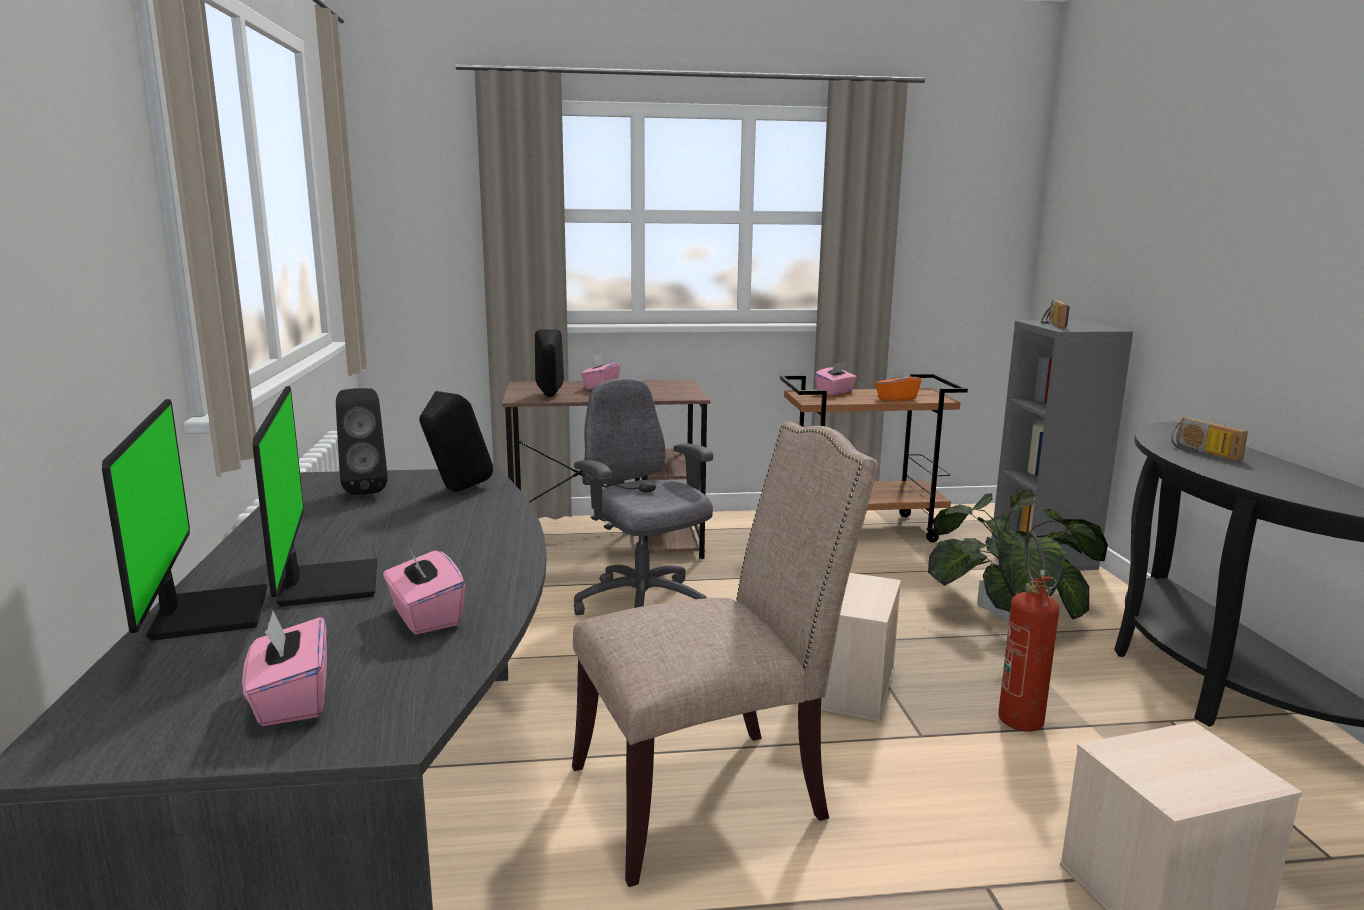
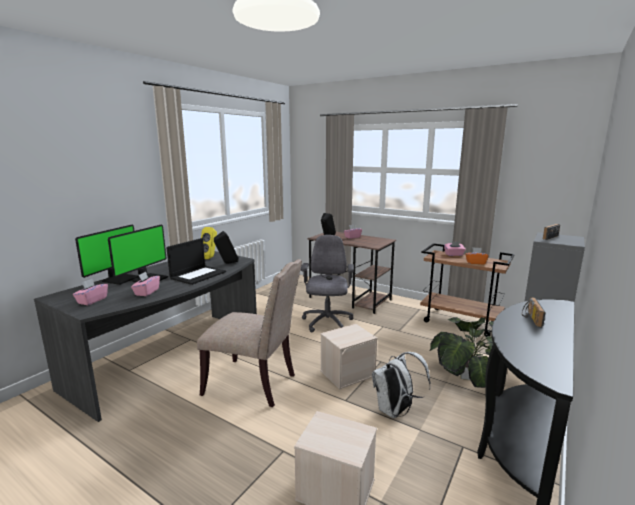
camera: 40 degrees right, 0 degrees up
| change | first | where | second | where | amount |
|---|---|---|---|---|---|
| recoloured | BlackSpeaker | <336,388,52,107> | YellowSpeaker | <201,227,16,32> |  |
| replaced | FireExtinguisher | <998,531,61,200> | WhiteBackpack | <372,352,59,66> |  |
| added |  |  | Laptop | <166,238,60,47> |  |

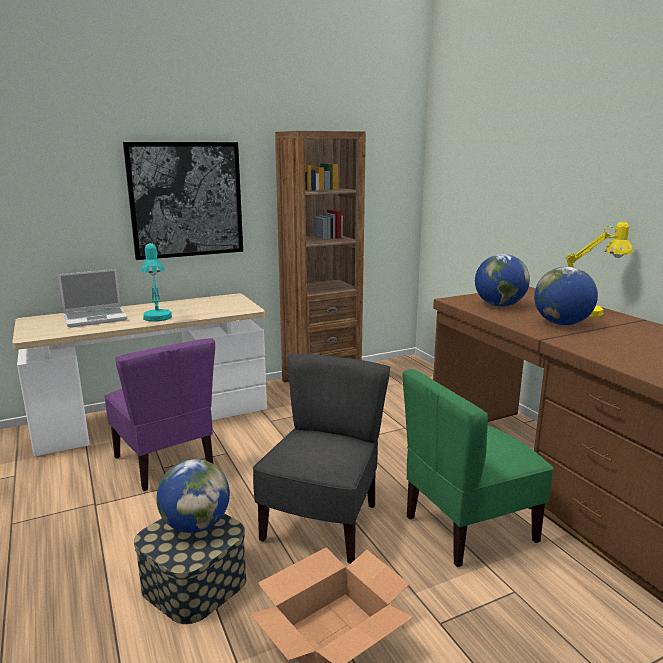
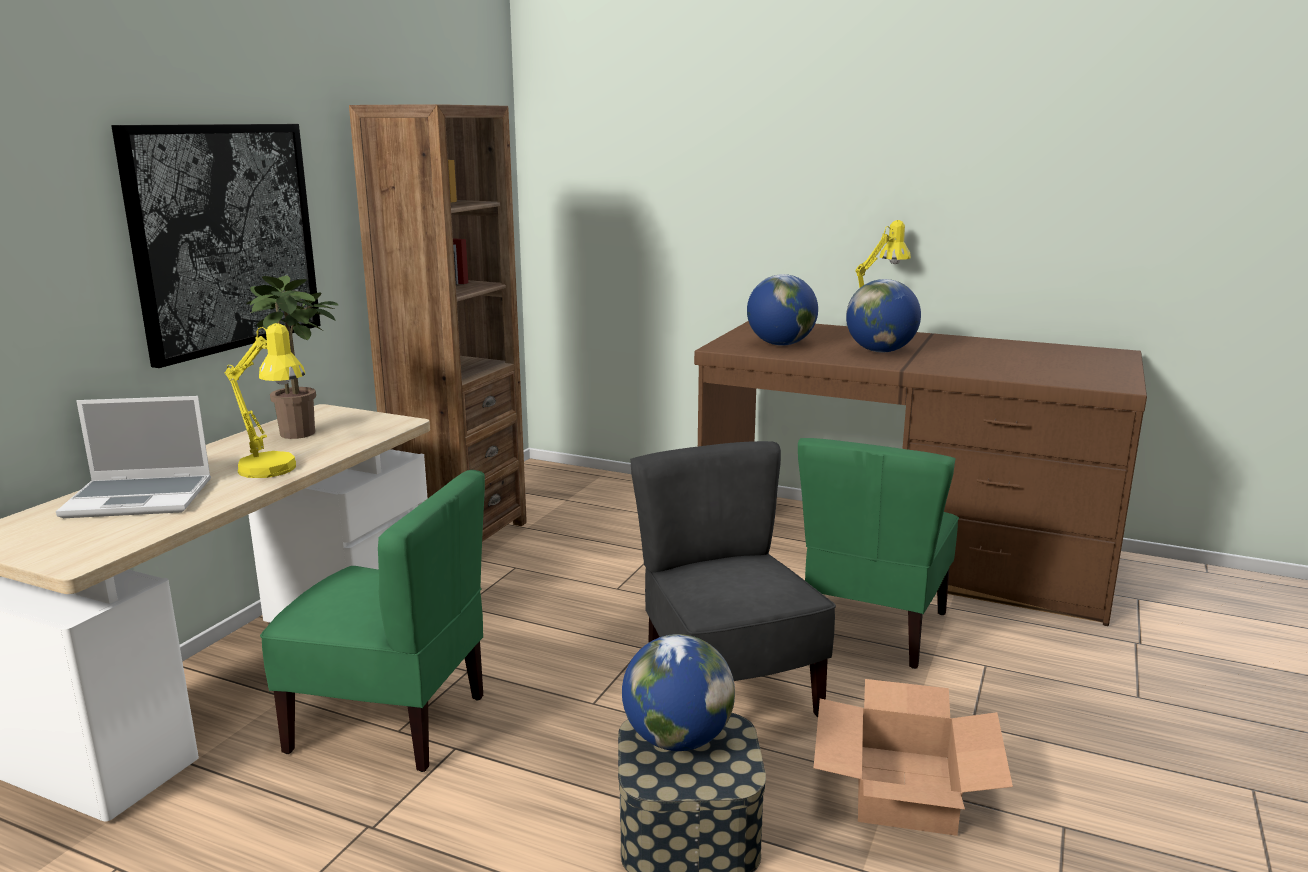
camera: 40 degrees left, 0 degrees up
| change | first | where | second | where | amount |
|---|---|---|---|---|---|
| recoloured | TurquoiseTableLamp | <141,243,31,79> | YellowTableLamp | <225,323,80,155> |  |
| turned | Laptop | <58,269,69,59> |  | <56,396,155,122> | 60 degrees clockwise |
| recoloured | PurpleChair | <104,338,111,153> | GreenChair | <260,470,225,302> |  |
| added |  |  | PottedPlant | <247,275,91,164> |  |

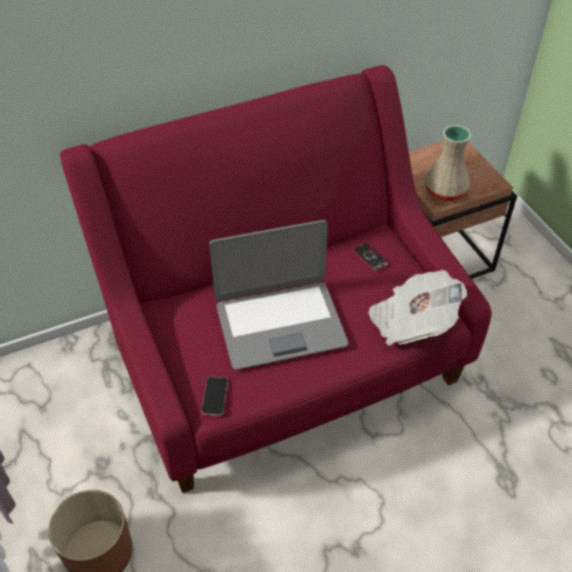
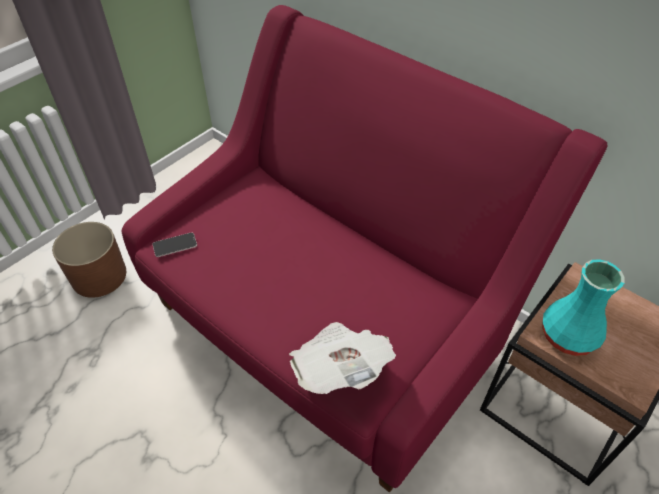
camera: 65 degrees right, 0 degrees up
| change | first | where | second | where | amount |
|---|---|---|---|---|---|
| recoloured | BeigeVase | <425,125,46,76> | TurquoiseVase | <542,259,83,97> |  |
| removed | Laptop | <209,220,139,150> |  |  |  |
| removed | Phone | <352,243,37,29> |  |  |  |

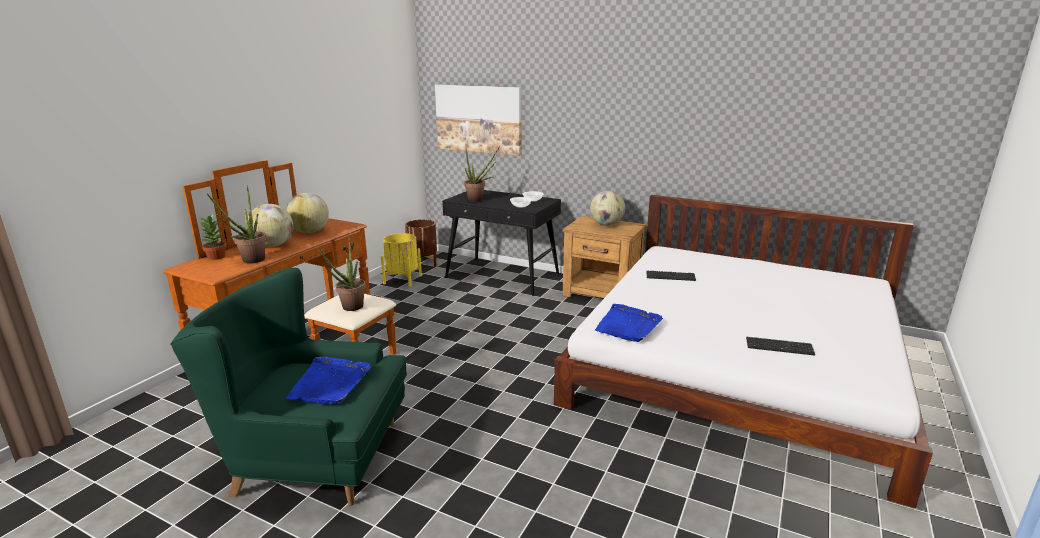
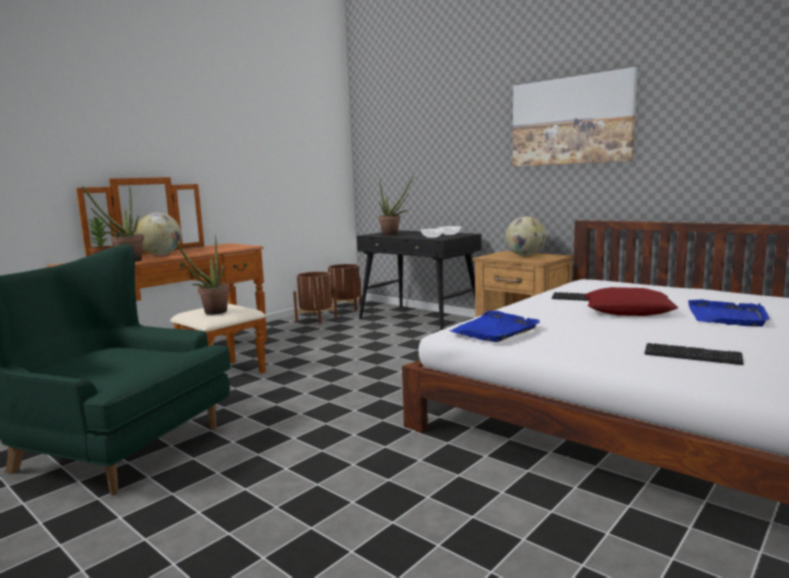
camera: 15 degrees right, 10 degrees down
| change | first | where | second | where | amount |
|---|---|---|---|---|---|
| moved | Picture | <435,84,87,72> |  | <513,67,125,100> |  |
| removed | Globe | <286,193,43,40> |  |  |  |
| recoloured | YellowPlanter | <381,233,41,54> | BrownPlanter | <293,272,44,52> |  |
| moved | BlueTray | <286,357,85,48> |  | <688,299,82,27> |  |
| added |  |  | RedPillow | <584,287,94,29> |  |

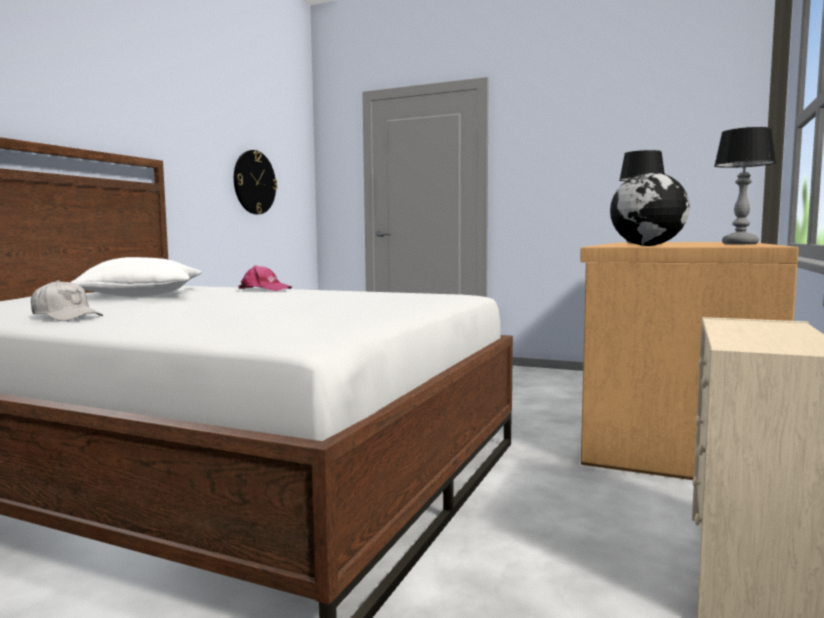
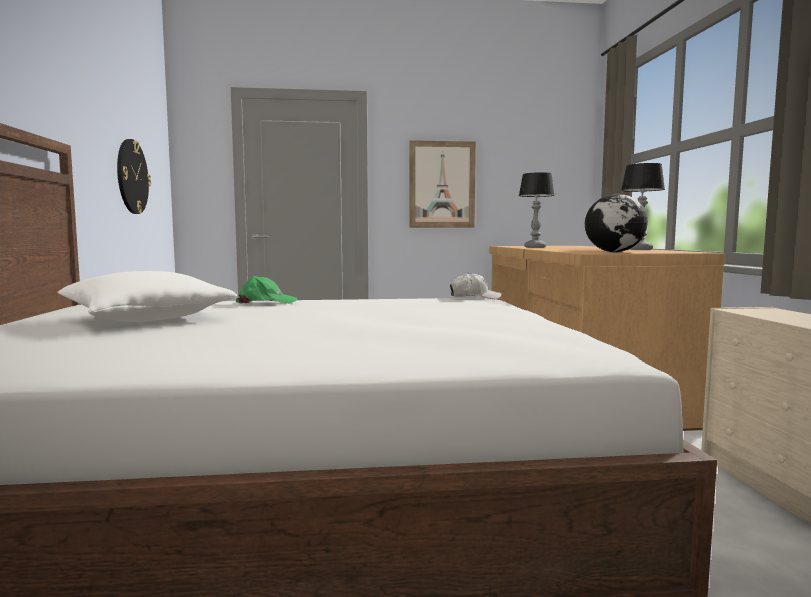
camera: 30 degrees left, 0 degrees up
| change | first | where | second | where | amount |
|---|---|---|---|---|---|
| recoloured | PinkCap | <238,265,54,26> | GreenCap | <236,276,62,28> |  |
| moved | WhiteCap | <31,280,72,41> |  | <450,272,51,27> |  |
| added |  |  | Picture | <409,140,67,88> |  |

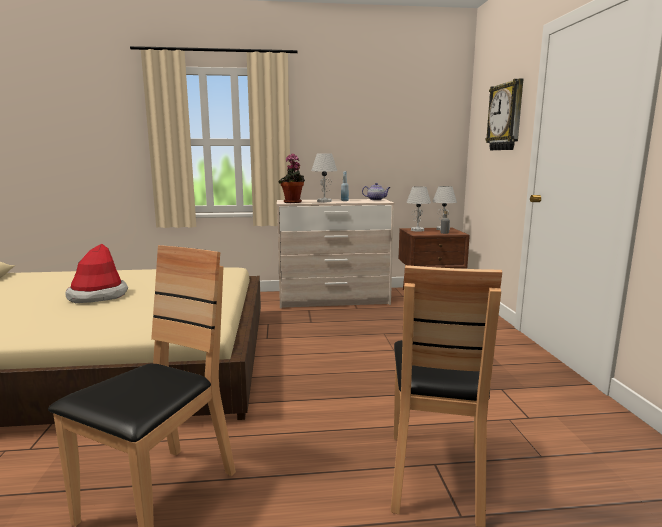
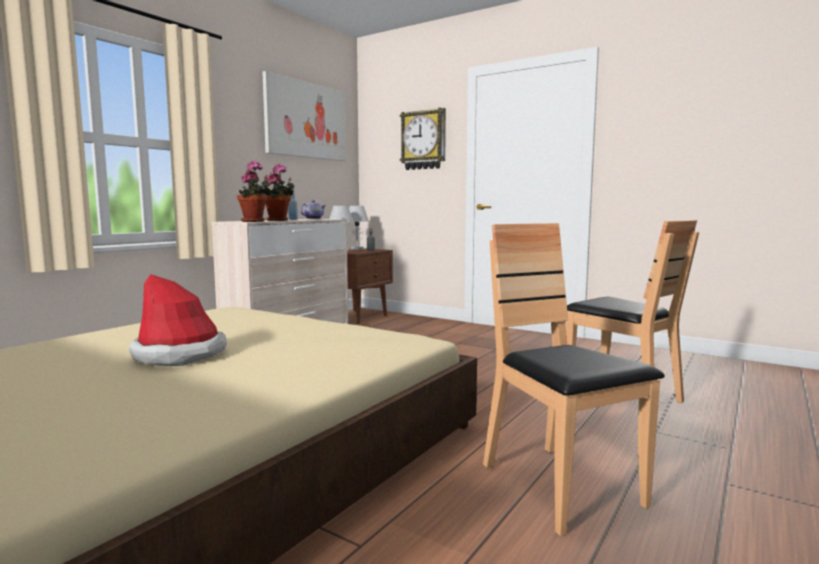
camera: 50 degrees left, 5 degrees down
| change | first | where | second | where | amount |
|---|---|---|---|---|---|
| replaced | WhiteTableLamp | <311,154,26,48> | PottedPlant | <265,164,30,57> |  |
| added |  |  | Picture | <262,71,84,90> |  |

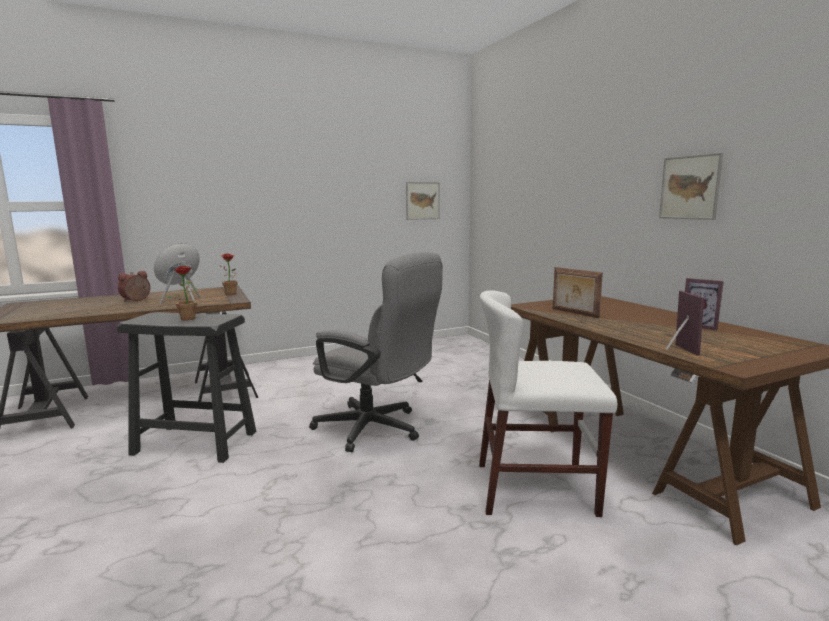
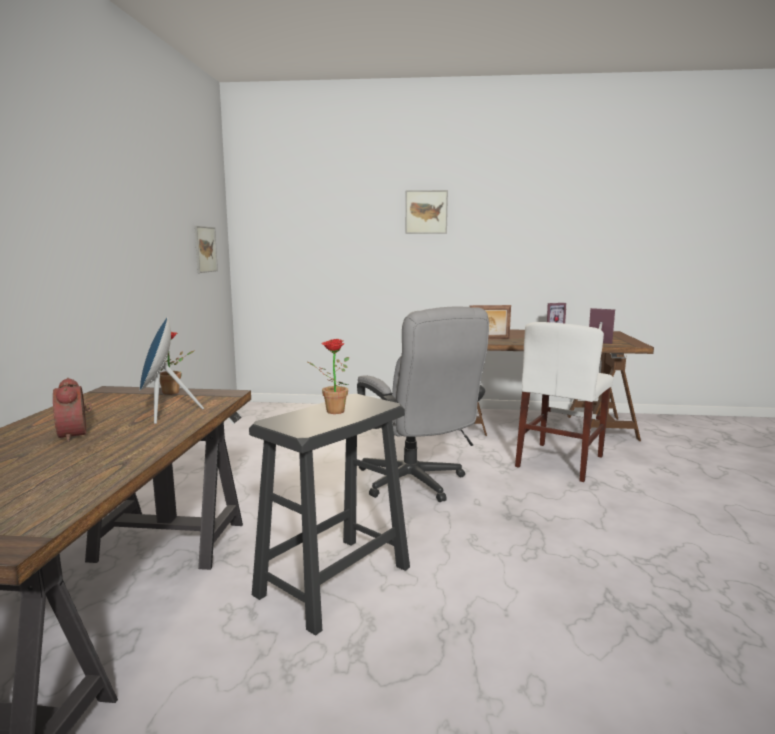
camera: 60 degrees left, 0 degrees up
| change | first | where | second | where | amount |
|---|---|---|---|---|---|
| moved | Picture | <659,153,64,67> |  | <405,190,43,44> |  |
| turned | GreyOfficeChair | <309,252,134,200> |  | <357,306,132,196> | 90 degrees clockwise |

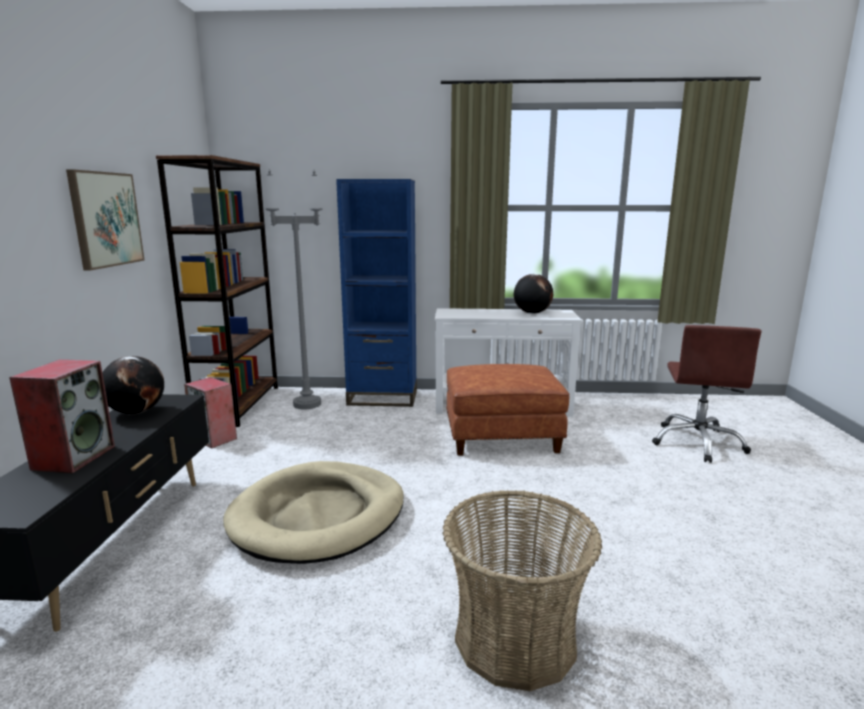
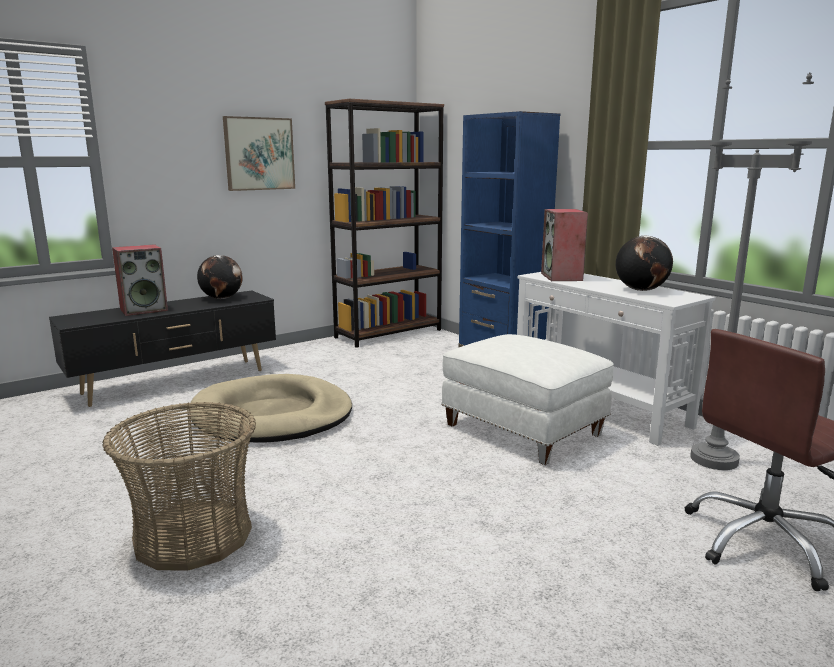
camera: 50 degrees right, 0 degrees up
| change | first | where | second | where | amount |
|---|---|---|---|---|---|
| moved | GreyFloorLamp | <266,169,57,240> |  | <690,72,124,398> |  |
| recoloured | BrownOttoman | <446,364,123,92> | WhiteOttoman | <441,334,173,131> |  |
| moved | Speaker | <184,377,53,71> |  | <541,209,47,72> |  |

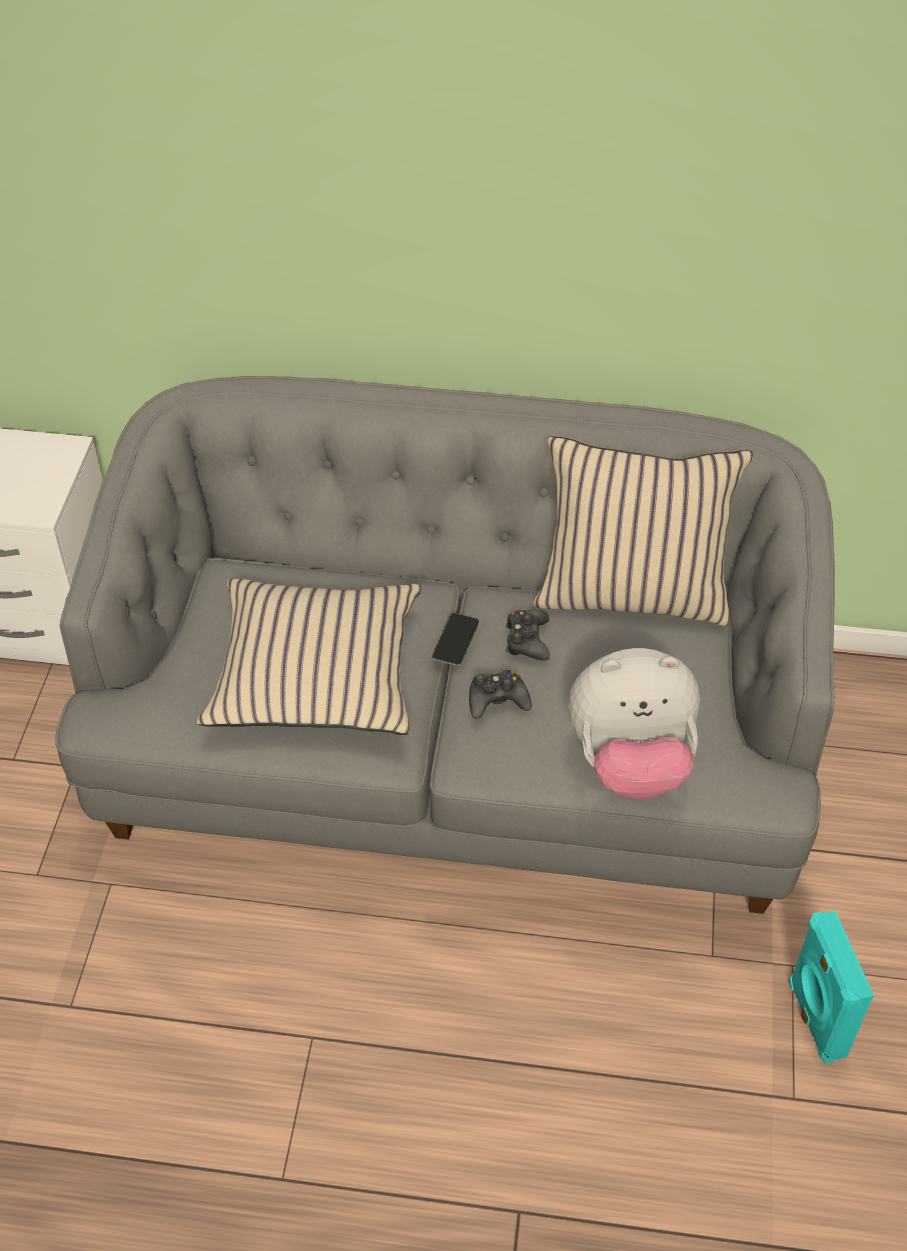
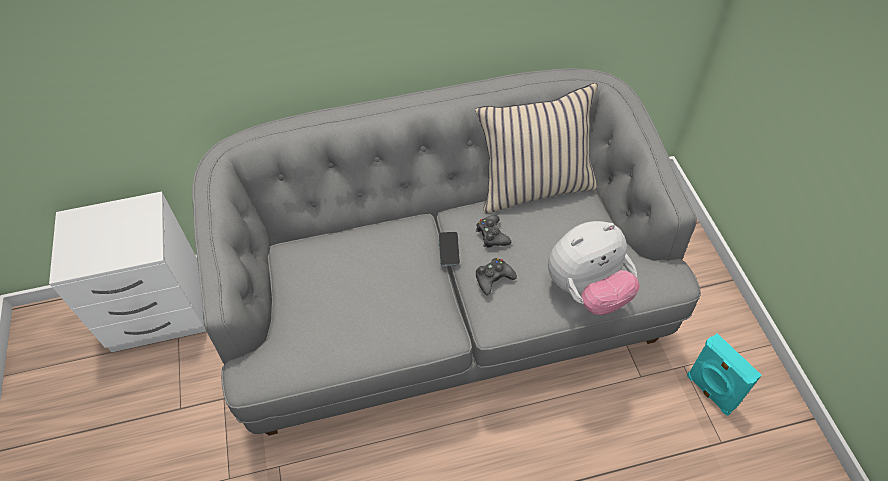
camera: 20 degrees left, 5 degrees up
| change | first | where | second | where | amount |
|---|---|---|---|---|---|
| removed | BeigePillow | <197,579,225,156> |  |  |  |

